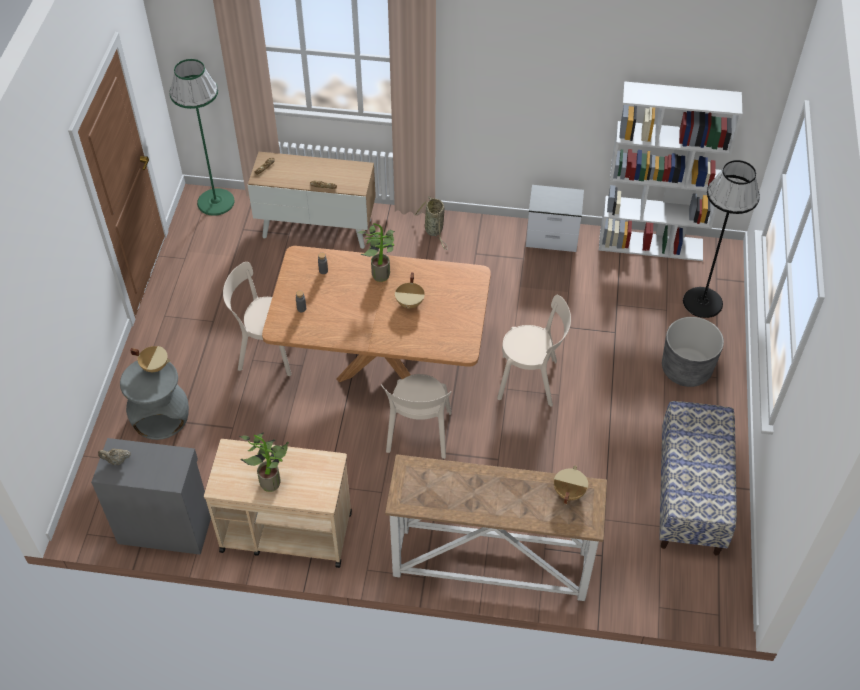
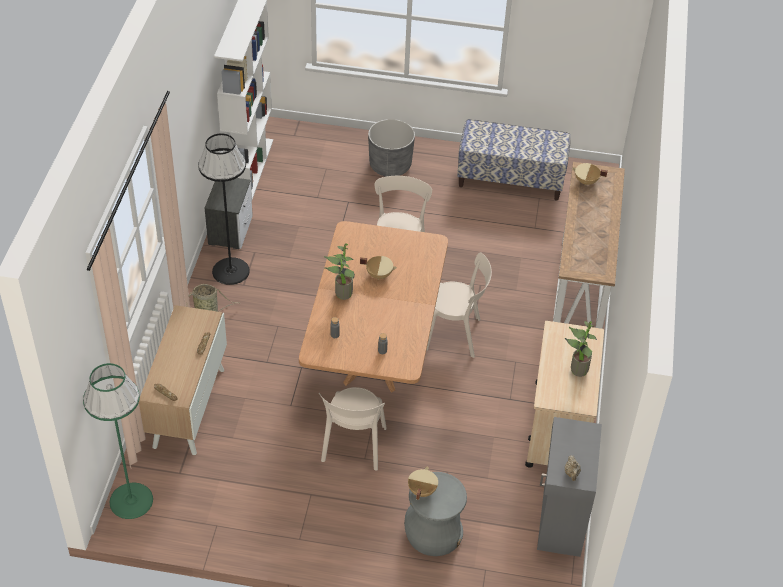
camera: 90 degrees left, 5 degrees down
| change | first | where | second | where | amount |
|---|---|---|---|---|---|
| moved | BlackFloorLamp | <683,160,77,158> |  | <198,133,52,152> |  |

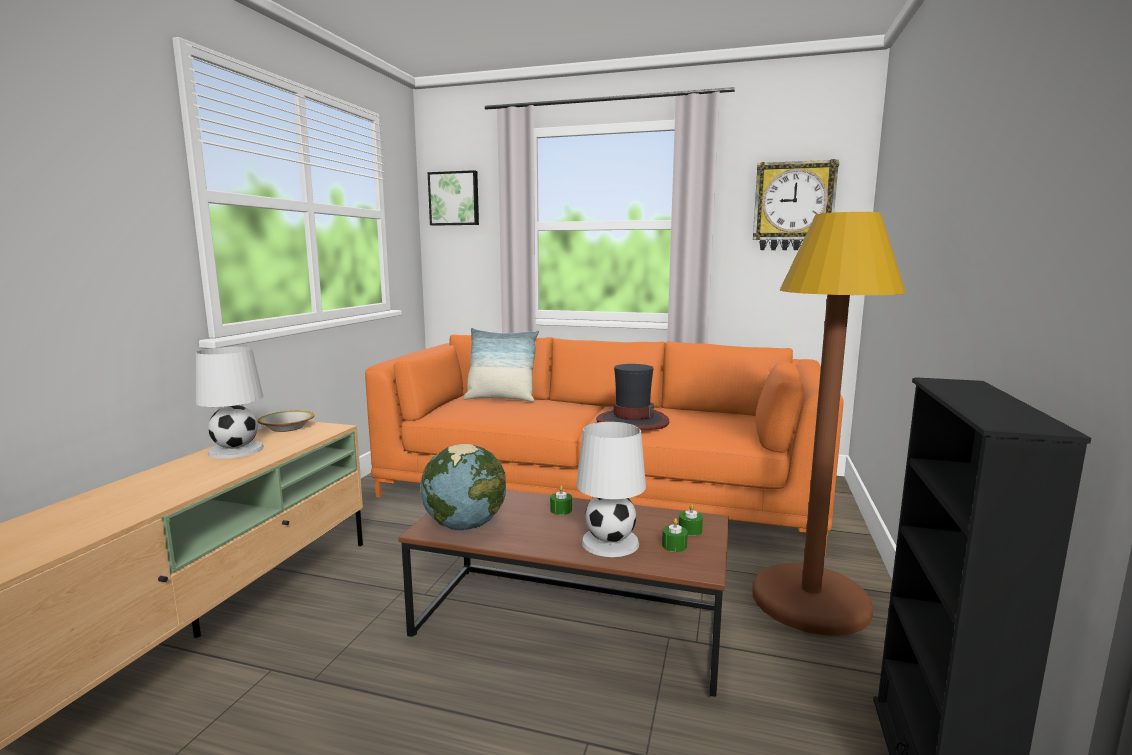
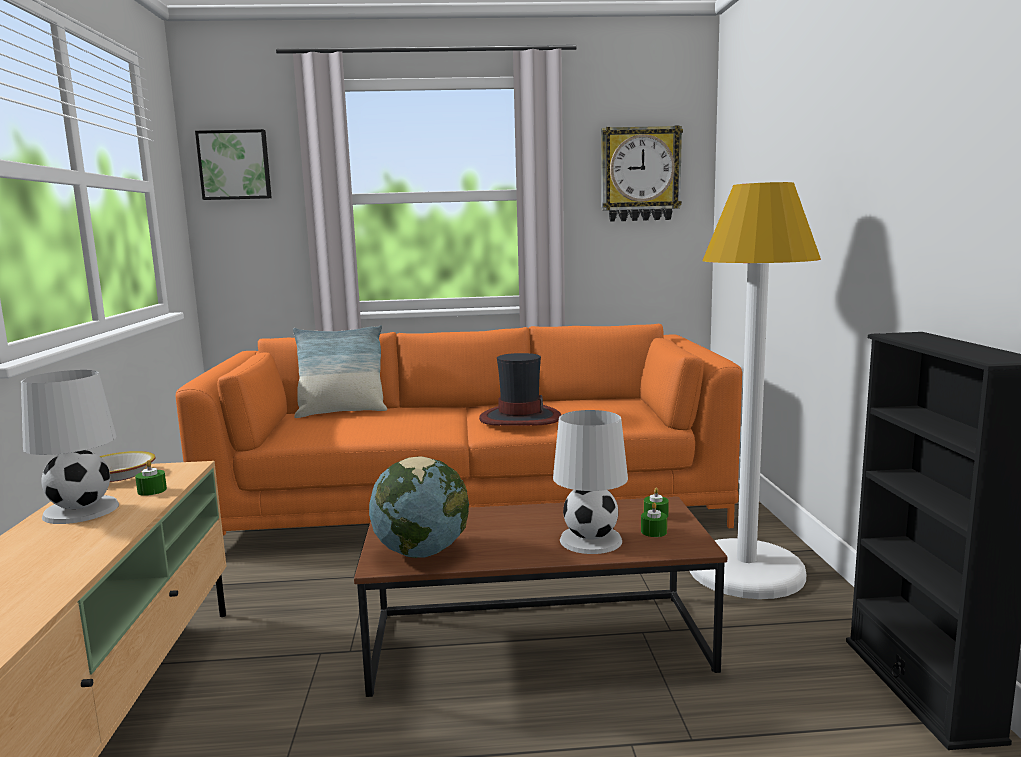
camera: 20 degrees left, 0 degrees up
| change | first | where | second | where | amount |
|---|---|---|---|---|---|
| recoloured | BrownFloorLamp | <752,212,154,424> | WhiteFloorLamp | <690,182,131,417> |  |
| moved | GreenCandle | <550,486,22,29> |  | <135,460,32,36> |  |

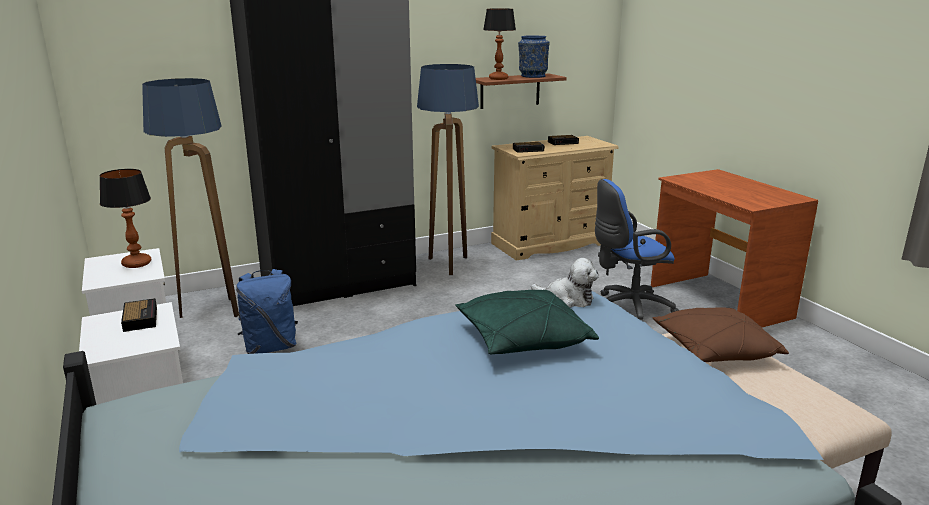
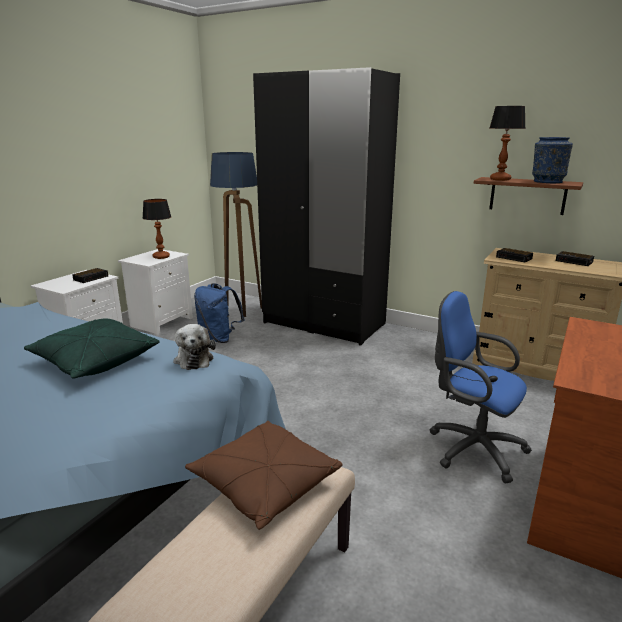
camera: 55 degrees right, 0 degrees up
| change | first | where | second | where | amount |
|---|---|---|---|---|---|
| removed | FloorLamp | <417,64,62,211> |  |  |  |

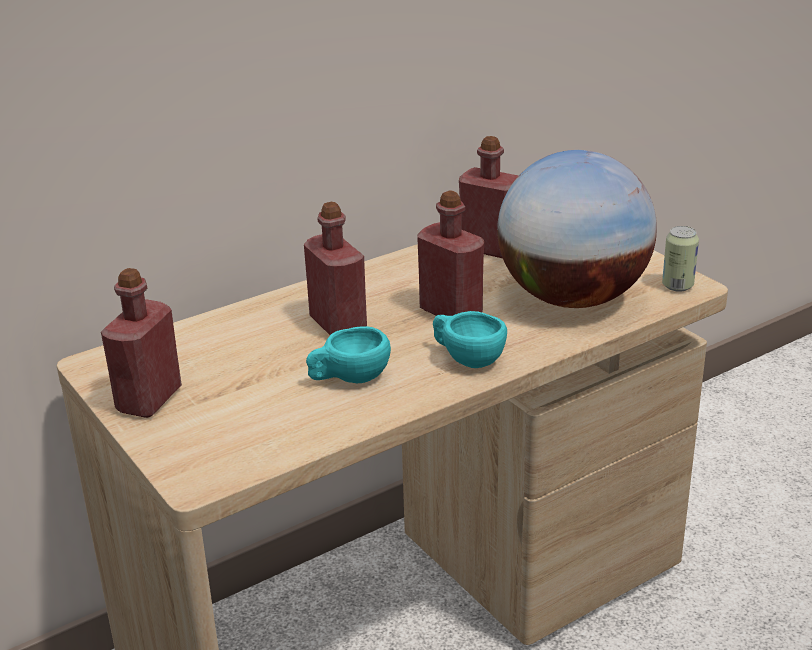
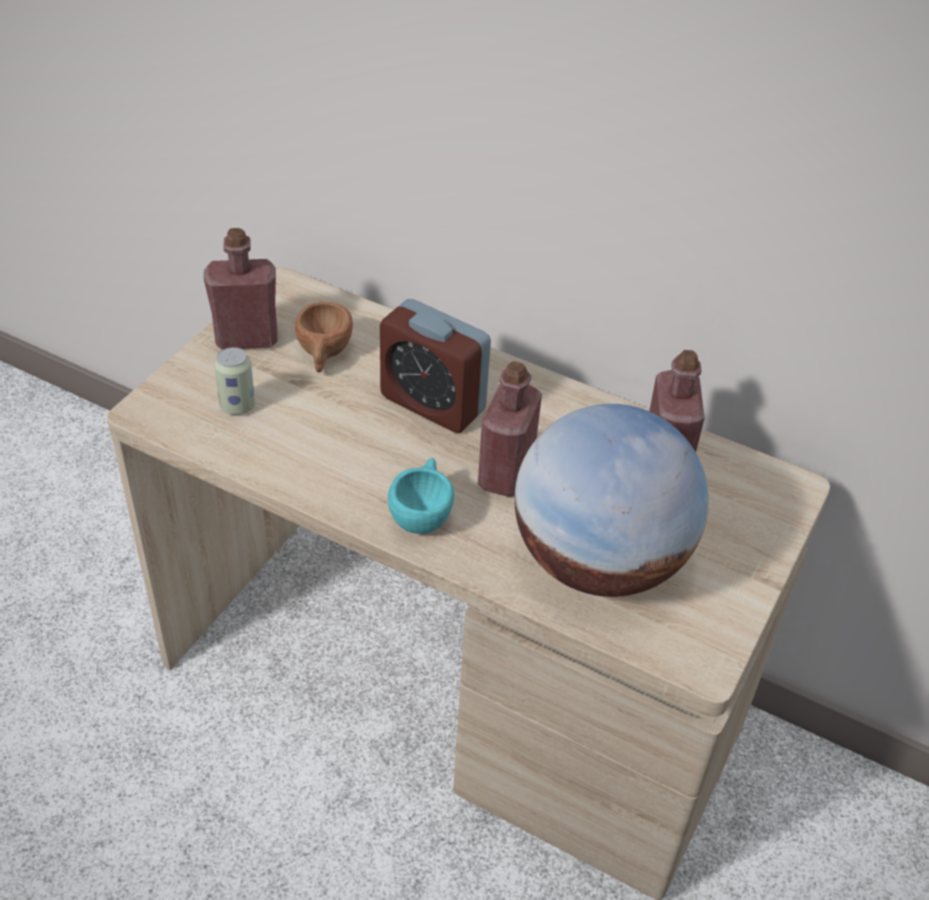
camera: 60 degrees right, 15 degrees up
| change | first | where | second | where | amount |
|---|---|---|---|---|---|
| replaced | RedBottle | <304,202,63,133> | AlarmClock | <380,299,111,134> |  |
| moved | Can | <662,226,37,66> |  | <214,347,41,68> |  |
| removed | TurquoiseCup | <306,326,85,57> |  |  |  |
| added |  |  | BrownCup | <295,302,58,70> |  |

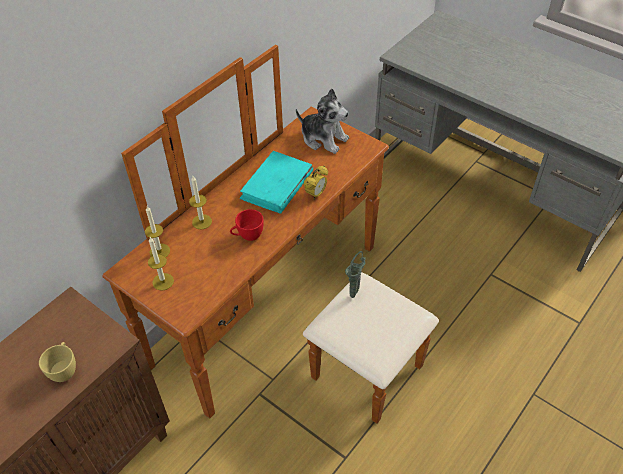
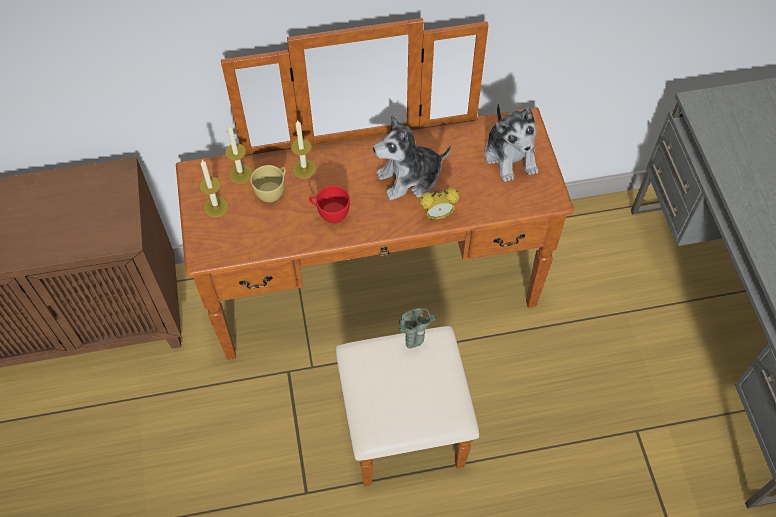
camera: 40 degrees right, 10 degrees up
| change | first | where | second | where | amount |
|---|---|---|---|---|---|
| replaced | TurquoiseBook | <240,151,73,63> | PlushToy | <373,115,78,85> |  |
| moved | YellowCup | <39,342,37,40> |  | <250,165,36,37> |  |

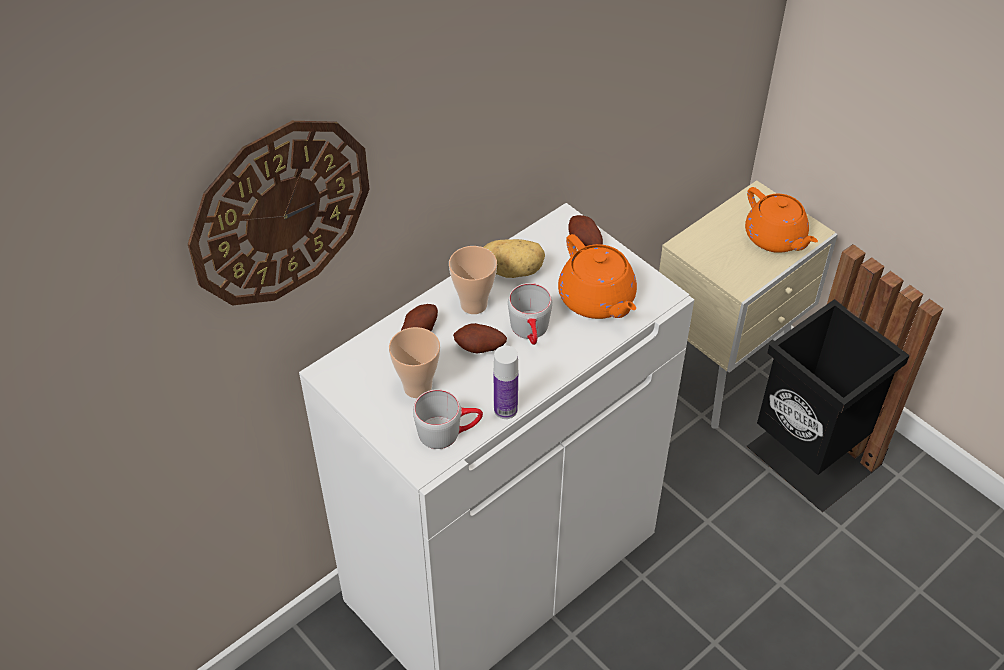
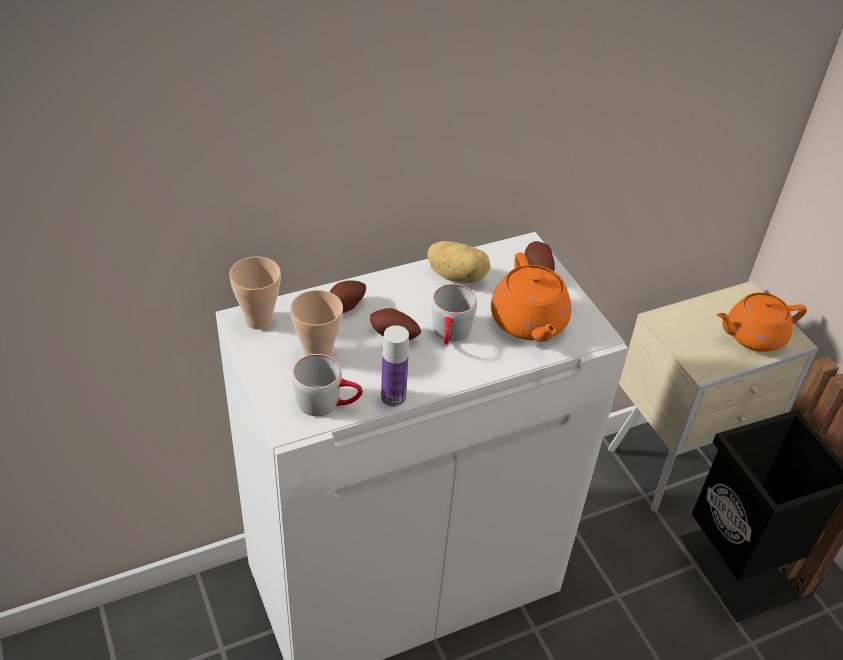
camera: 15 degrees right, 5 degrees down
| change | first | where | second | where | amount |
|---|---|---|---|---|---|
| removed | WallClock | <188,121,181,185> |  |  |  |
| turned | OrangeTeapot | <745,187,73,66> |  | <717,292,90,60> | 90 degrees clockwise |
| moved | Cup | <449,246,48,68> |  | <229,256,52,74> |  |

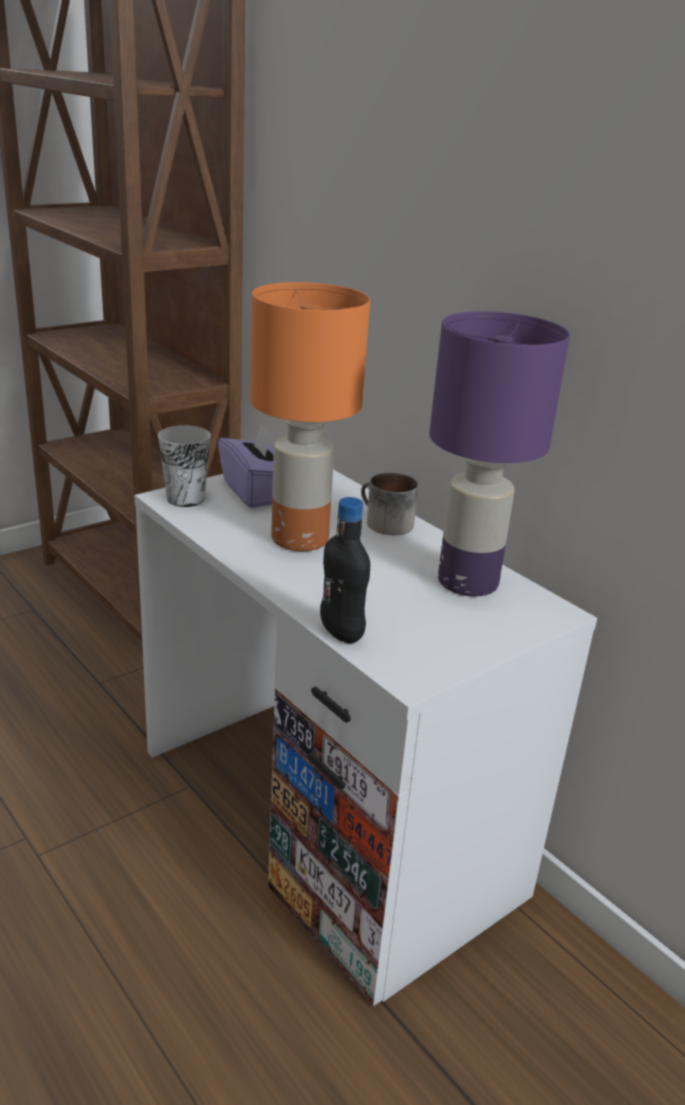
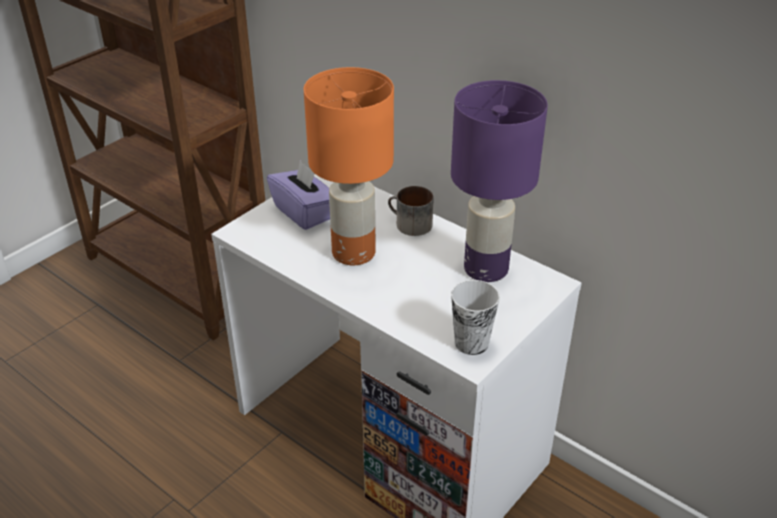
camera: 10 degrees left, 10 degrees up
| change | first | where | second | where | amount |
|---|---|---|---|---|---|
| moved | Cup | <158,425,53,82> |  | <451,280,49,75> |  |
| removed | BlackBottle | <320,497,50,146> |  |  |  |

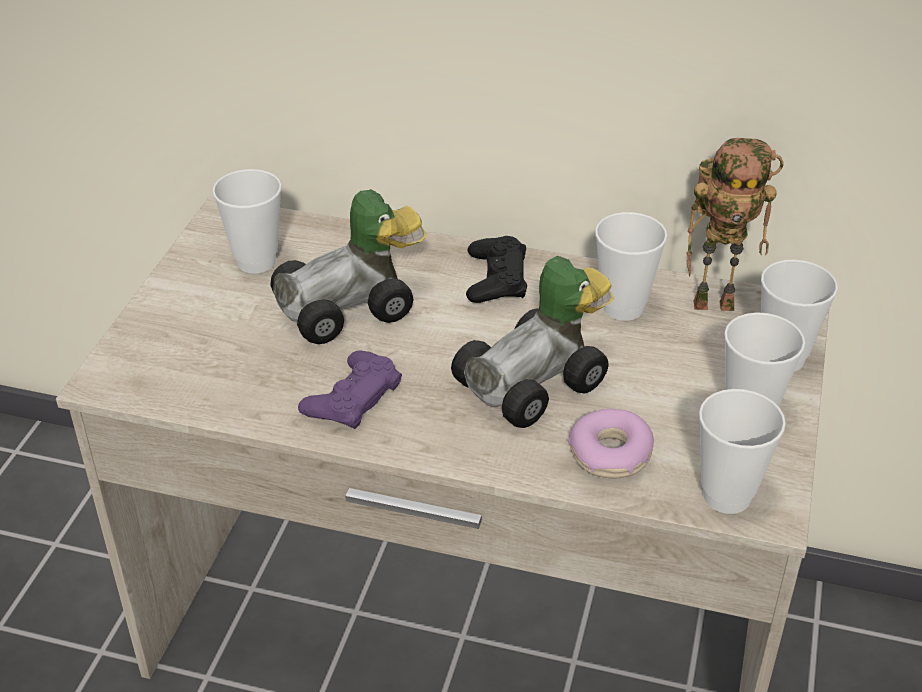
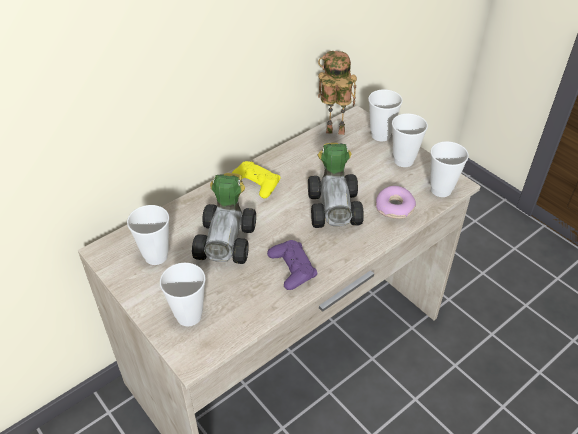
camera: 55 degrees left, 5 degrees up
| change | first | where | second | where | amount |
|---|---|---|---|---|---|
| turned | ToyRobot | <687,138,97,173> |  | <318,51,39,84> | 120 degrees counterclockwise |
| moved | Cup | <595,212,72,109> |  | <160,263,46,64> |  |
| recoloured | BlackGameController | <466,236,61,67> | YellowGameController | <232,161,49,37> |  |

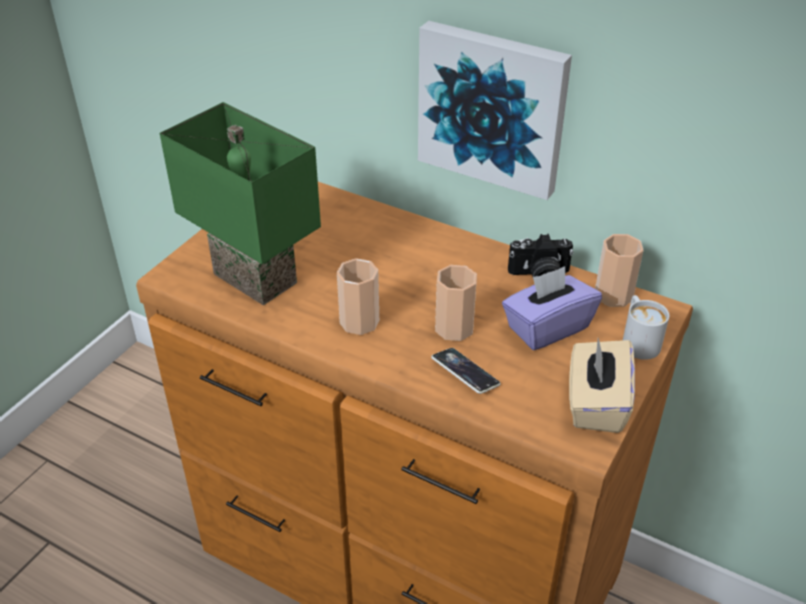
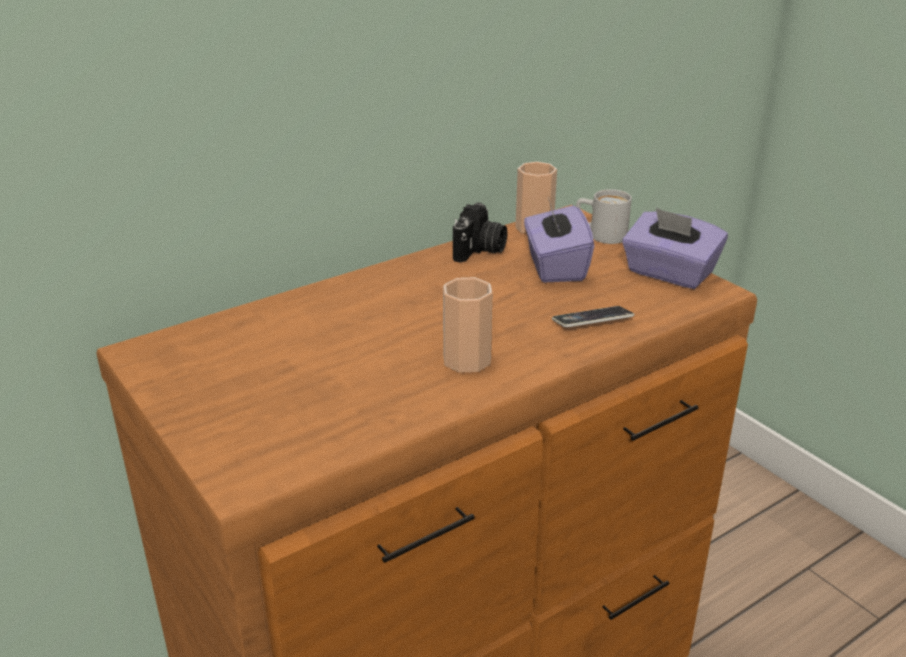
camera: 65 degrees left, 10 degrees down
| change | first | where | second | where | amount |
|---|---|---|---|---|---|
| removed | Picture | <418,21,154,179> |  |  |  |
| removed | GreenTableLamp | <160,102,161,203> |  |  |  |
| removed | Cup | <435,265,42,76> |  |  |  |
| recoloured | BeigeTissueBox | <569,338,66,95> | PurpleTissueBox | <622,208,106,81> |  |

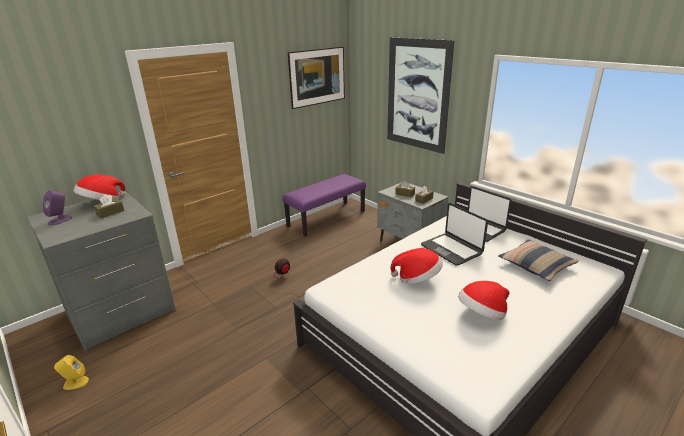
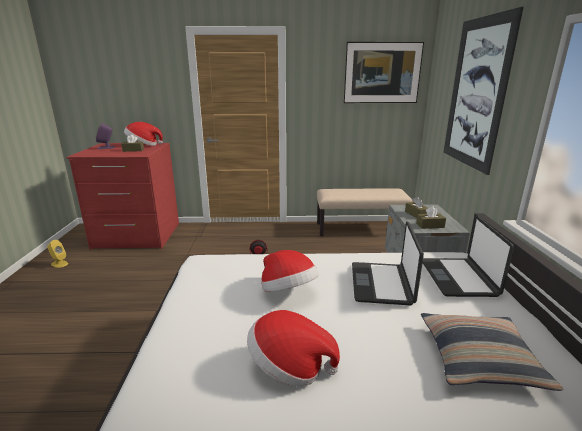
camera: 40 degrees right, 5 degrees down
| change | first | where | second | where | amount |
|---|---|---|---|---|---|
| recoloured | PurpleBench | <282,174,84,62> | BeigeBench | <317,188,96,48> |  |
| recoloured | GreyDresser | <27,191,149,161> | RedDresser | <66,143,113,106> |  |

